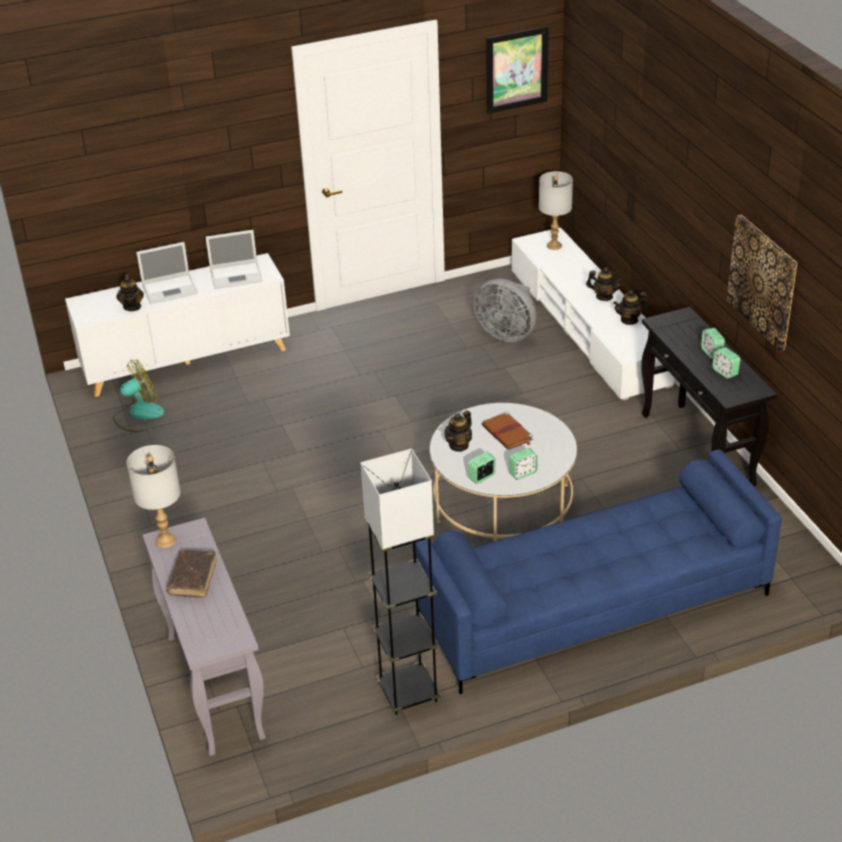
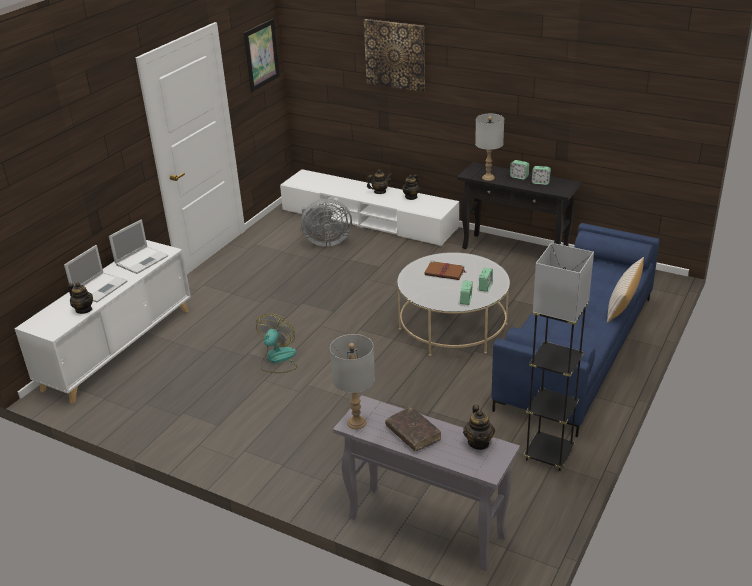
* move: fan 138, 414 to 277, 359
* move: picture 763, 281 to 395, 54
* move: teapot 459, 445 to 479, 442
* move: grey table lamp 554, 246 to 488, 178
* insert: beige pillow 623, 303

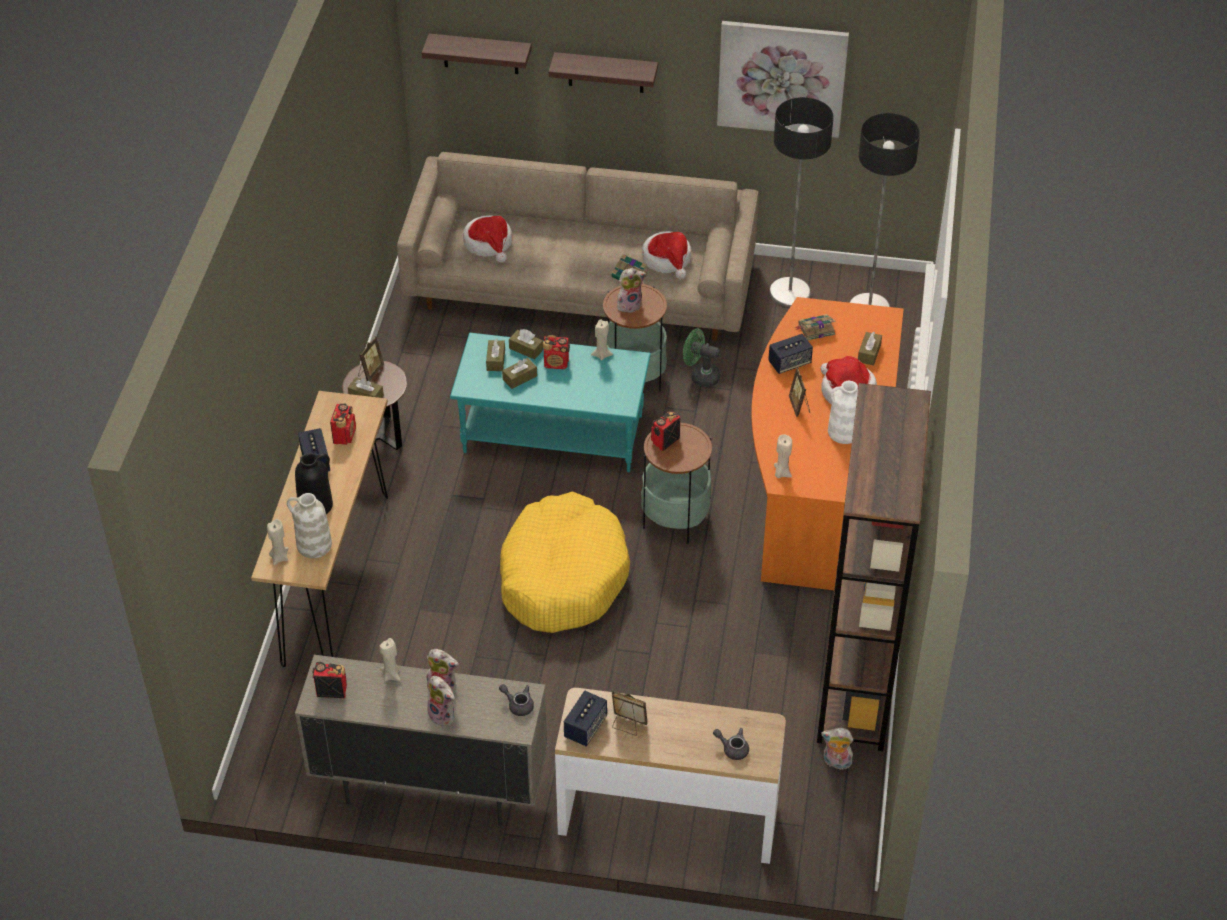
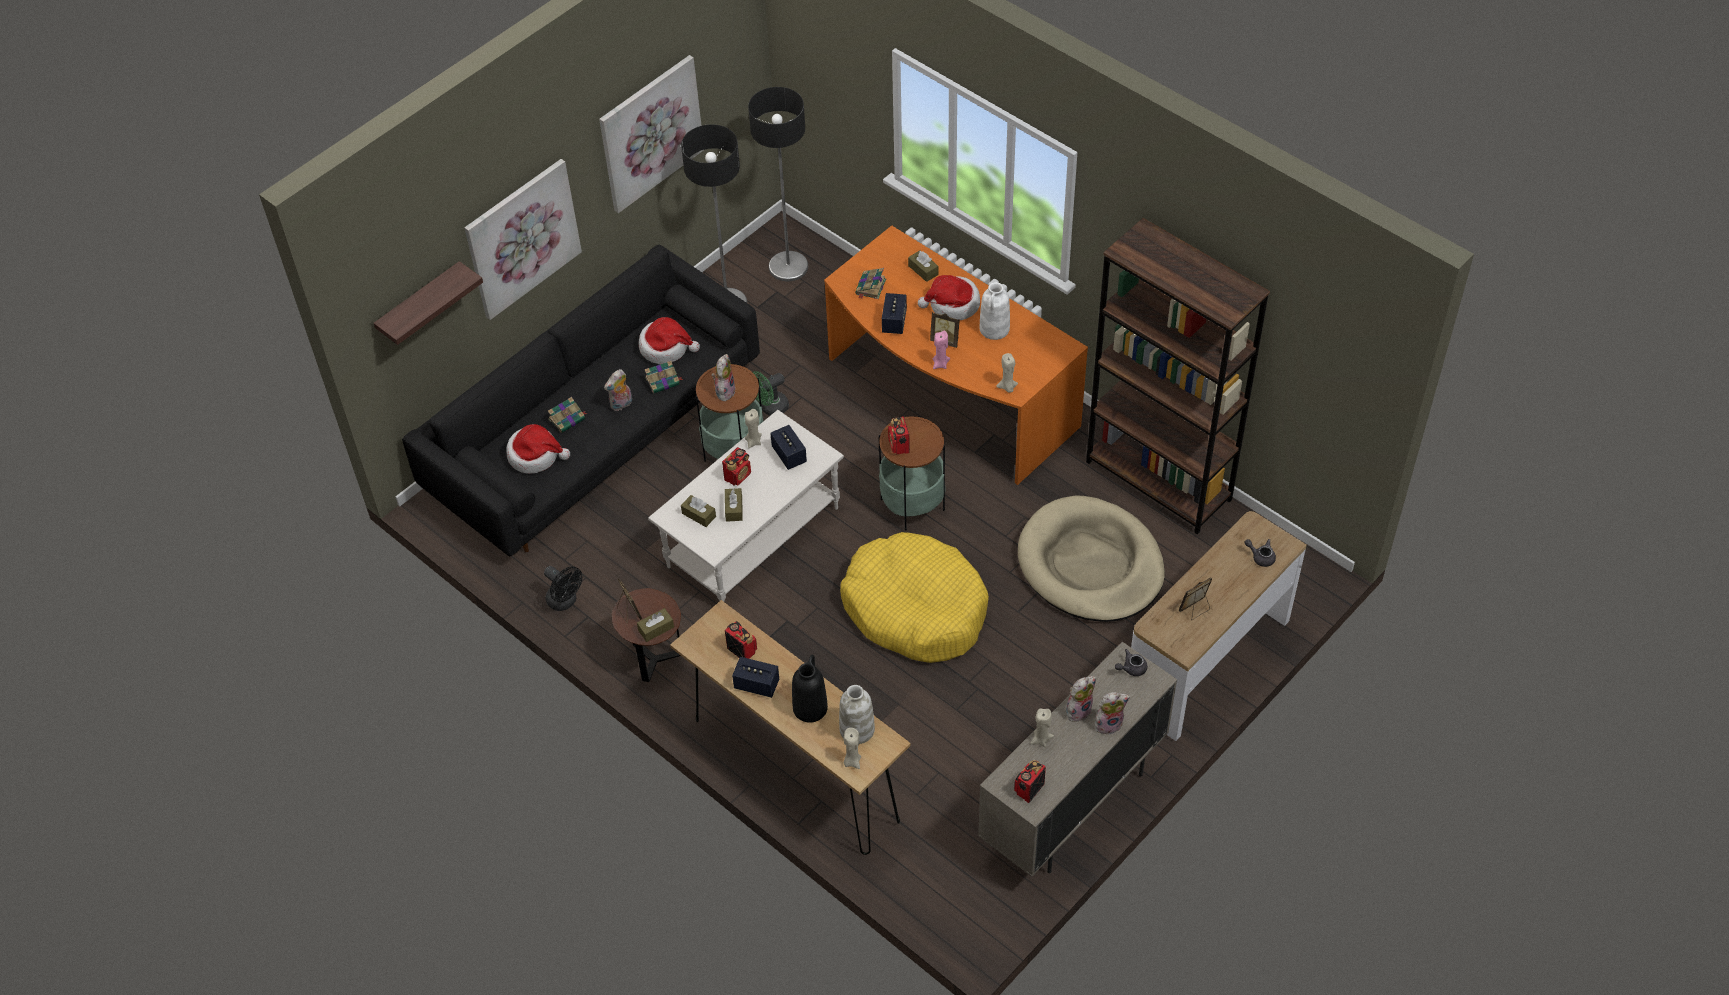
* recolor: beige sofa 580, 285 to black sofa 595, 432
* replace: shelf 606, 72 to picture 522, 238
* insert: black fan 565, 602
* insert: book 567, 419
* move: plush toy 836, 763 to 621, 405
* recolor: turquoise coffee table 554, 433 to white coffee table 752, 536
* move: speaker 585, 727 to 789, 455
* insert: pink candle 940, 364
* insert: beige dog bed 1090, 564
* rotate: grey teapot 732, 748 = 1260, 556 60 degrees clockwise
* delete: brown tissue box 526, 349

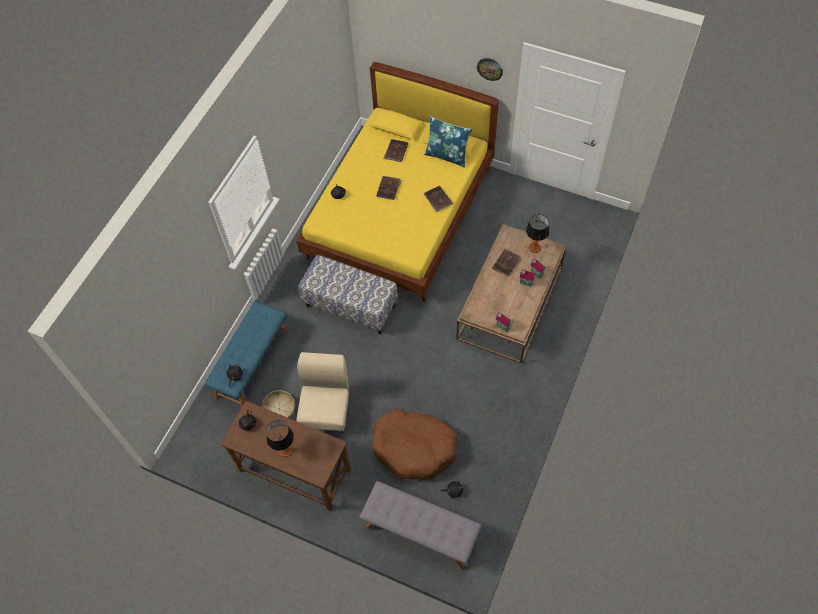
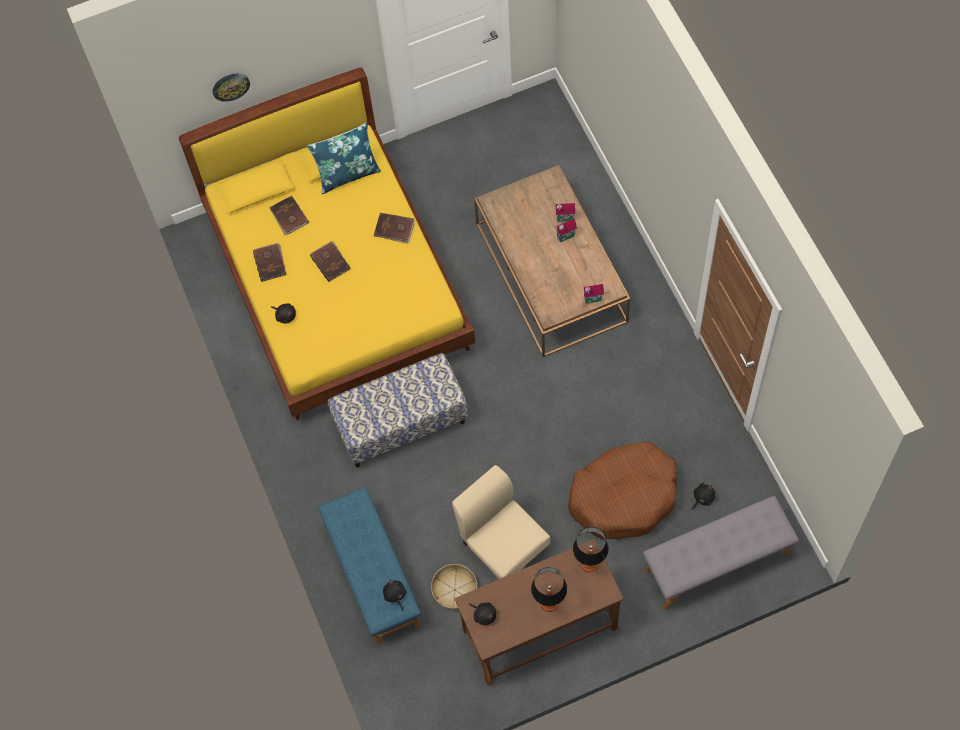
* move: wall clock 490, 68 to 230, 86
* move: brown book 507, 263 to 270, 263
* move: table lamp 534, 248 to 589, 563

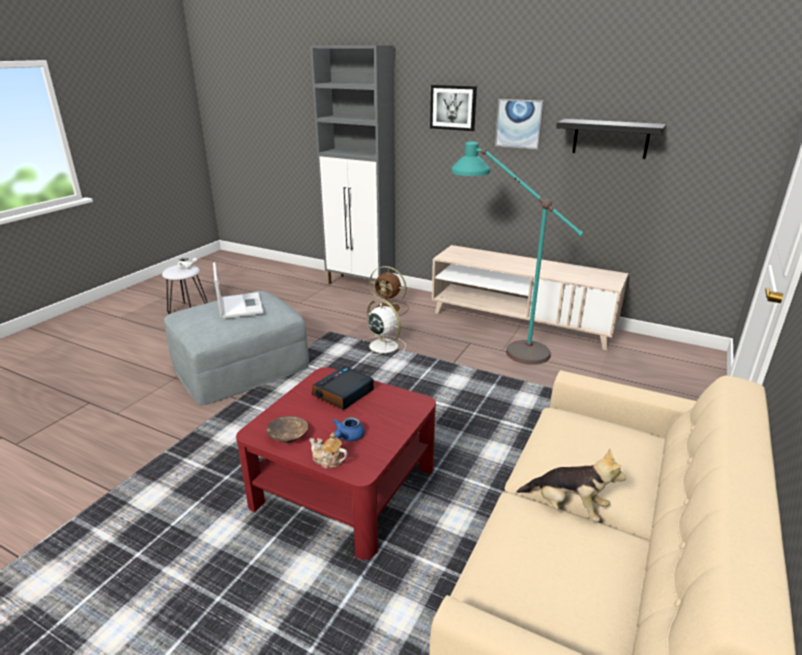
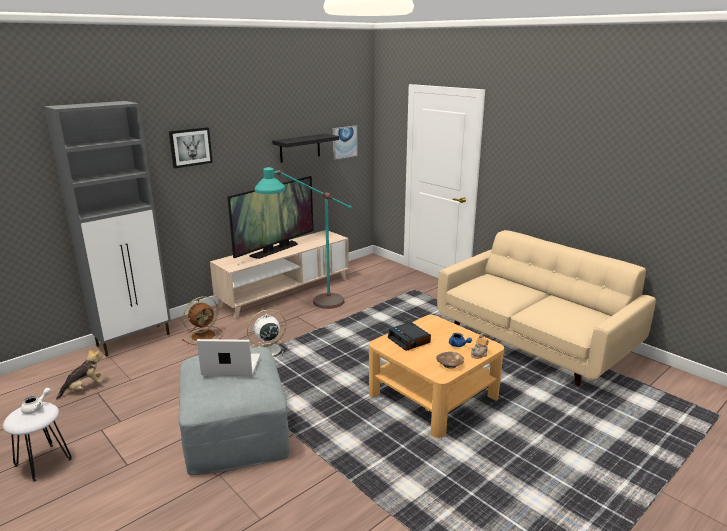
* move: plush toy 567, 507 to 84, 388
* insert: television 275, 250
* move: picture 519, 124 to 344, 142
* recolor: red coffee table 344, 487 to beige coffee table 434, 395

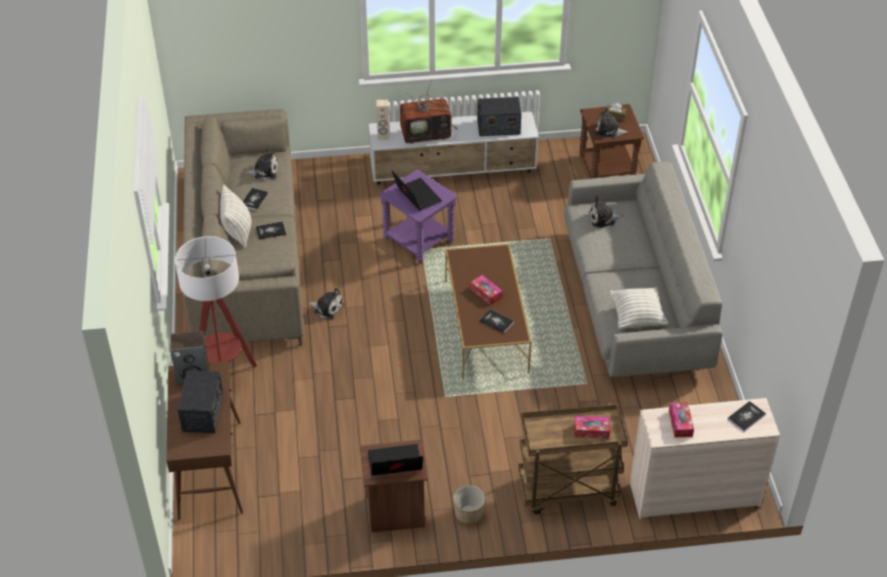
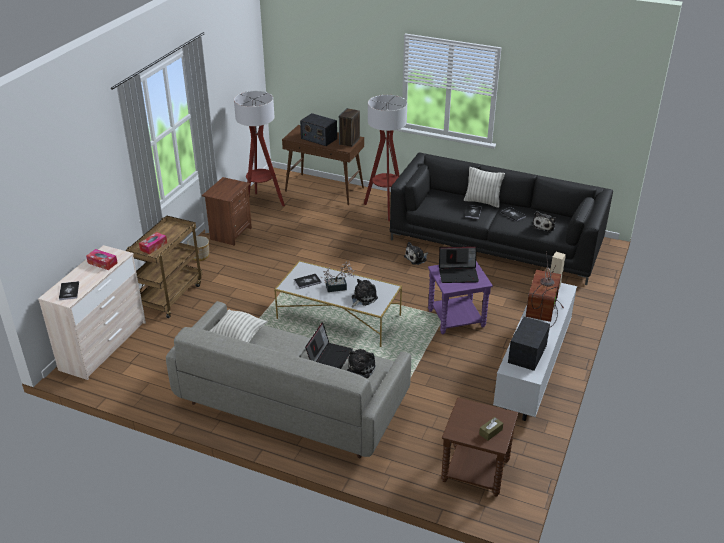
* insert: floor lamp 261, 204
* recolor: brown coffee table 486, 326 to white coffee table 338, 317
* move: laptop 394, 464 to 329, 358
* replace: tissue box 486, 293 to potted plant 339, 287
* move: plush toy 609, 130 to 363, 298
* recolor: beige sofa 246, 256 to black sofa 495, 242

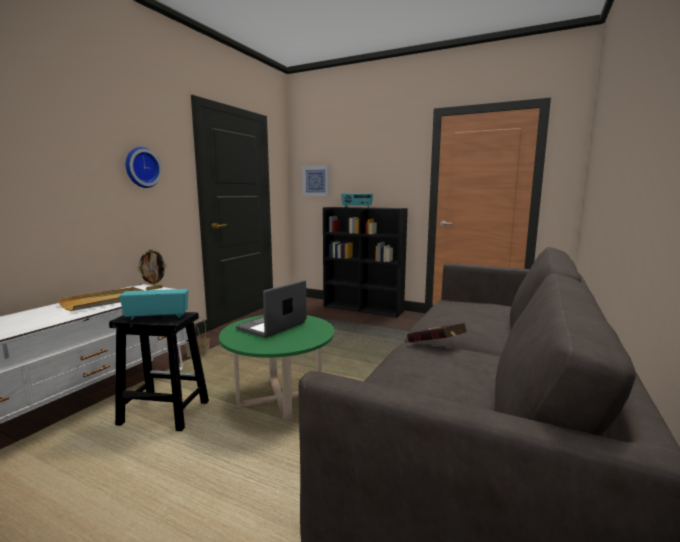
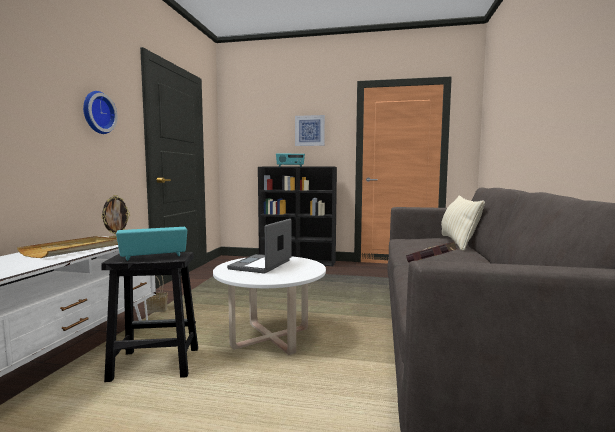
* recolor: green coffee table 280, 399 to white coffee table 270, 338
* move: picture 316, 180 to 309, 130
* insert: beige pillow 458, 242

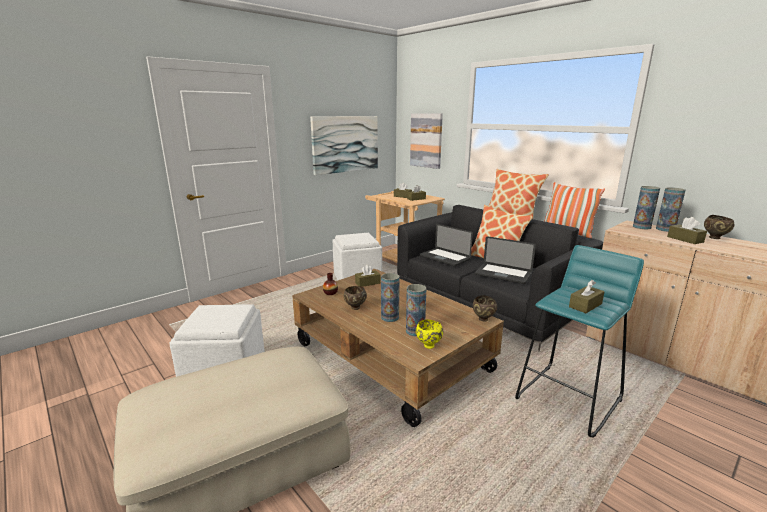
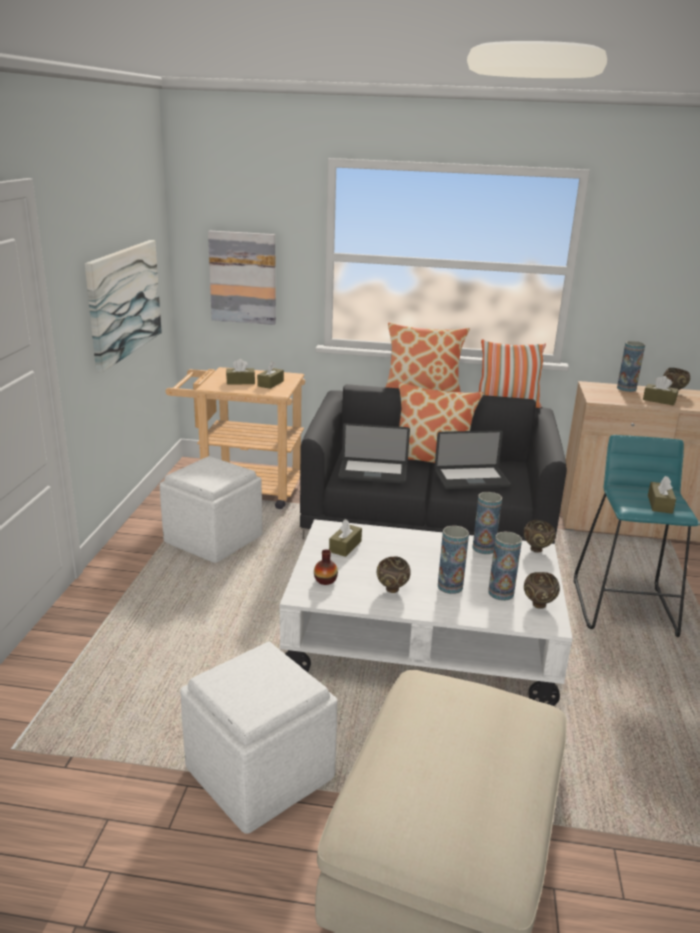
* recolor: brown coffee table 391, 357 to white coffee table 422, 639
* move: vase 641, 227 to 483, 548
* recolor: yellow bowl 428, 346 to brown bowl 538, 605

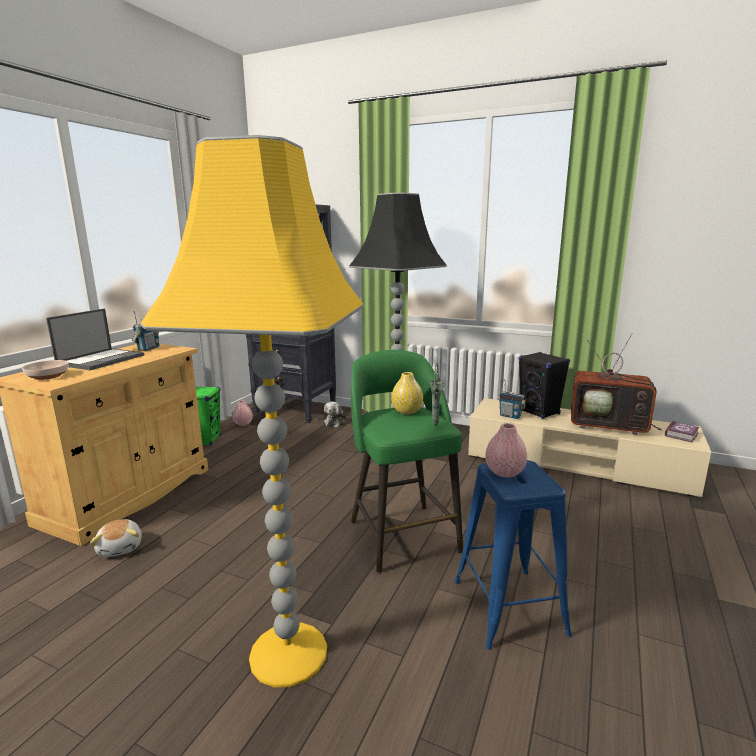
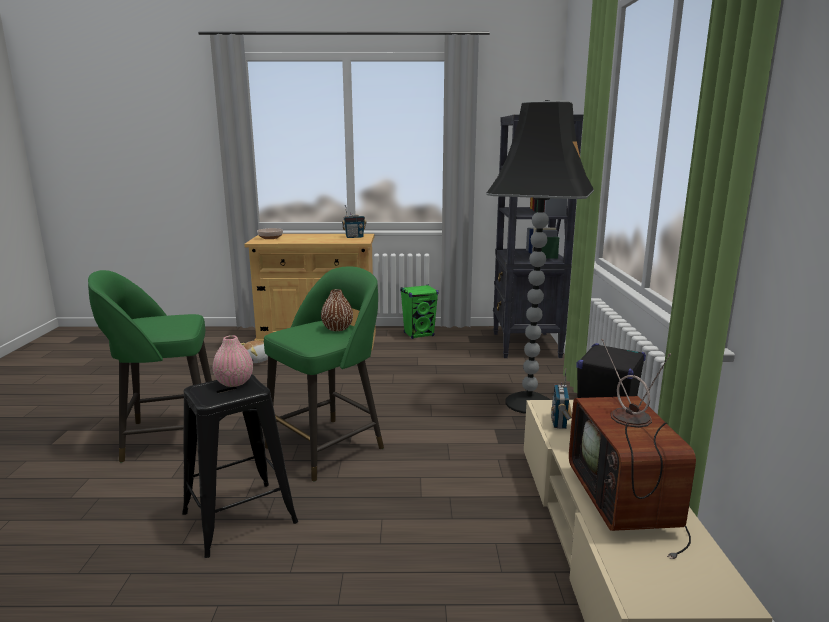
* replace: yellow floor lamp 286, 654 to green stool 168, 436
* recolor: blue stool 508, 606 to black stool 240, 517
* recolor: yellow vase 407, 411 to brown vase 337, 328
* delete: laptop 102, 359
* delete: pink vase 243, 424
* delete: plush toy 335, 422
* delete: green vase 435, 425
* delete: book 682, 434

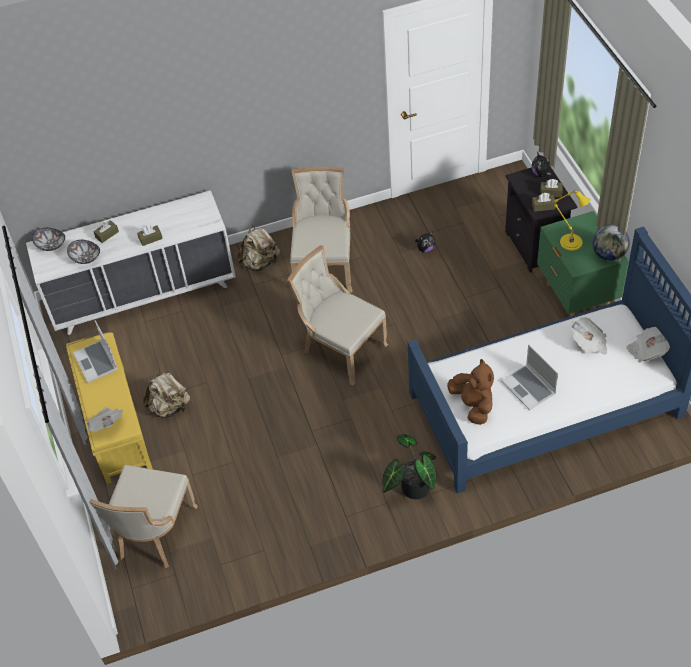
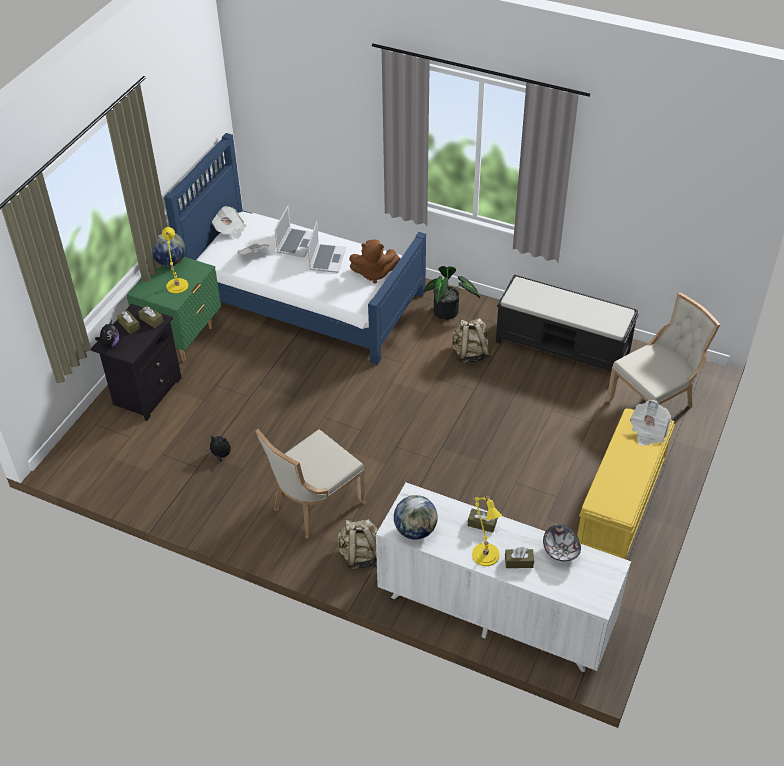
* move: laptop 97, 362 to 296, 243
* rotate: brown plush toy 473, 405 = 374, 274 105 degrees counterclockwise
* insert: globe 415, 530
* move: beige backpack 169, 407 to 470, 354
* insert: yellow table lamp 484, 552
* insert: black bench 563, 347
* delete: bowl 51, 245
* delete: beige chair 341, 349

